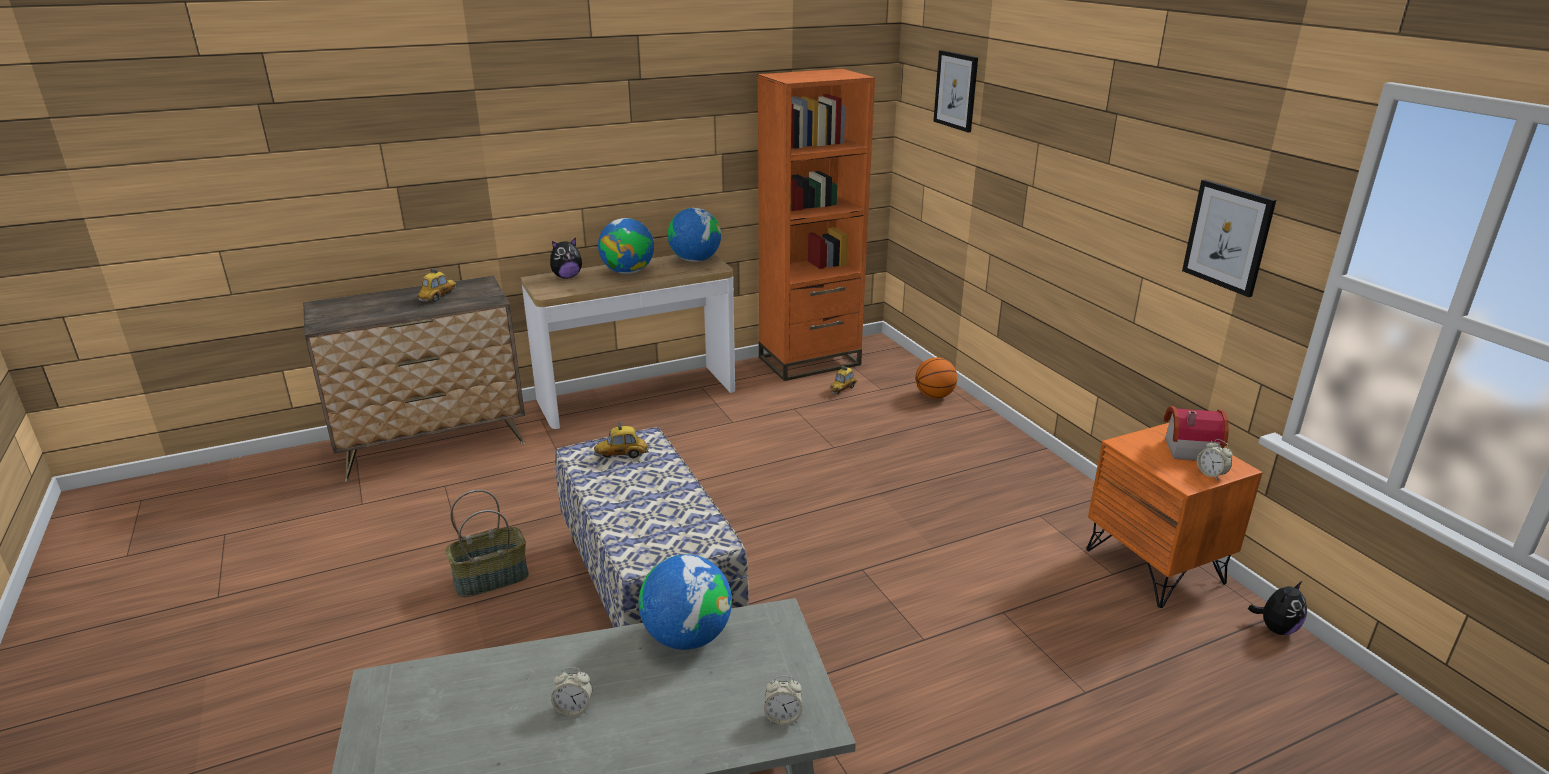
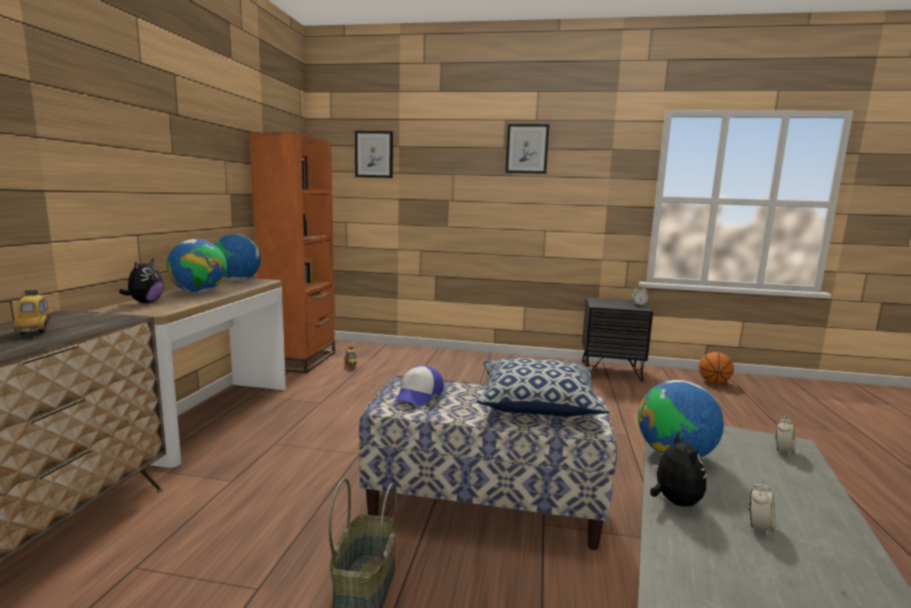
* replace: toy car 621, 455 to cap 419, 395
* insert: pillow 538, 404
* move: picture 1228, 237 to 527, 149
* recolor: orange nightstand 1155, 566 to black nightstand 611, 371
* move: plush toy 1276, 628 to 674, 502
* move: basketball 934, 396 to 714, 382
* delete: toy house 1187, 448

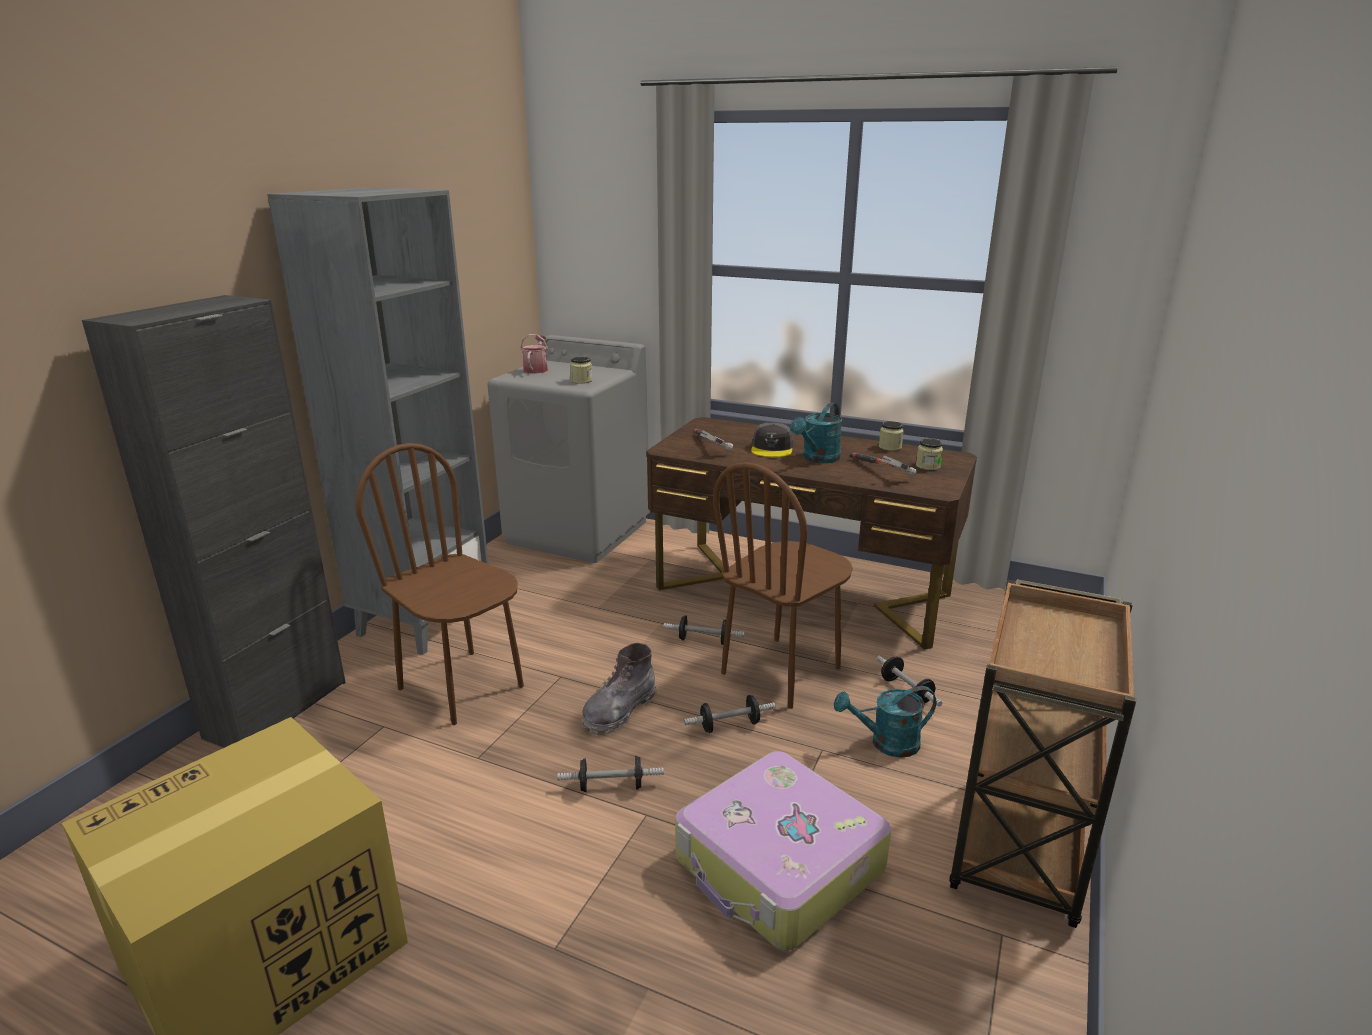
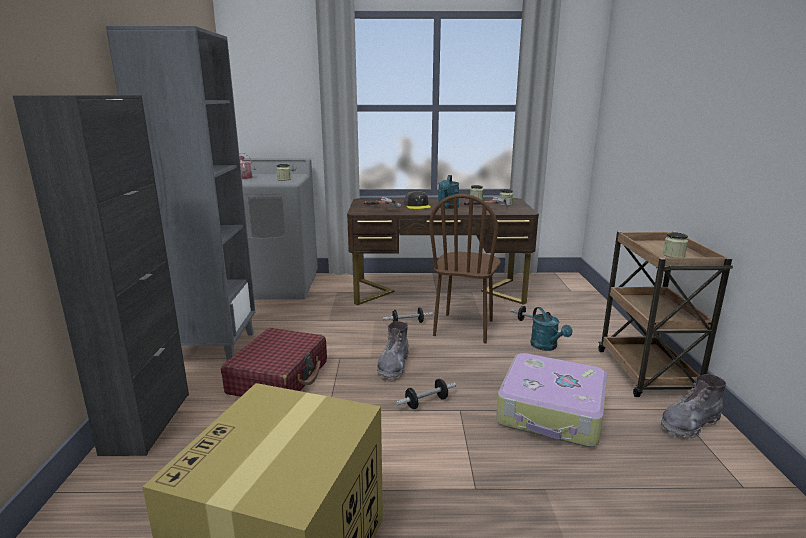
* replace: brown chair 462, 687 to red suitcase 279, 377
* rotate: turquoise watering can 886, 743 = 547, 347 75 degrees counterclockwise
* insert: grey boot 689, 424
* insert: jar 673, 255
* delete: dumbbell 729, 725

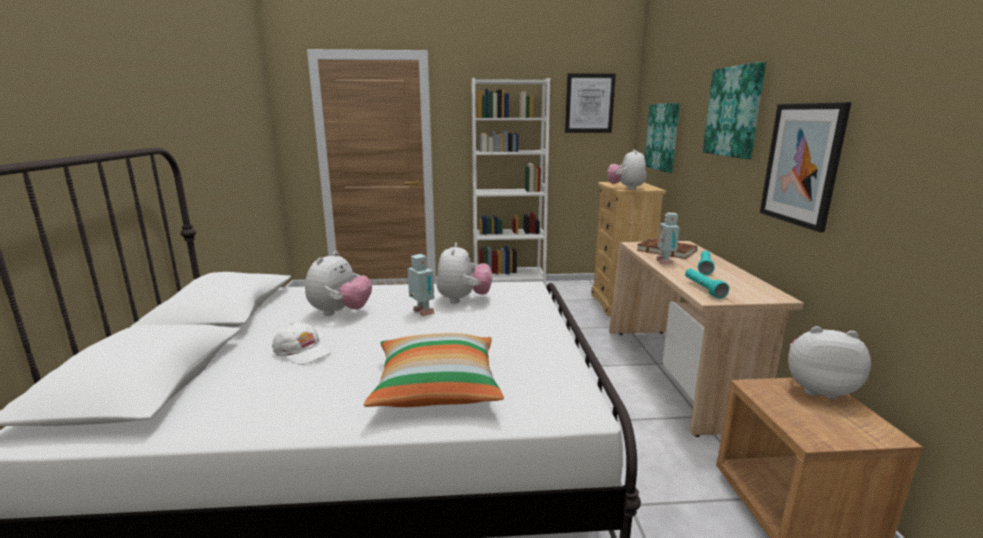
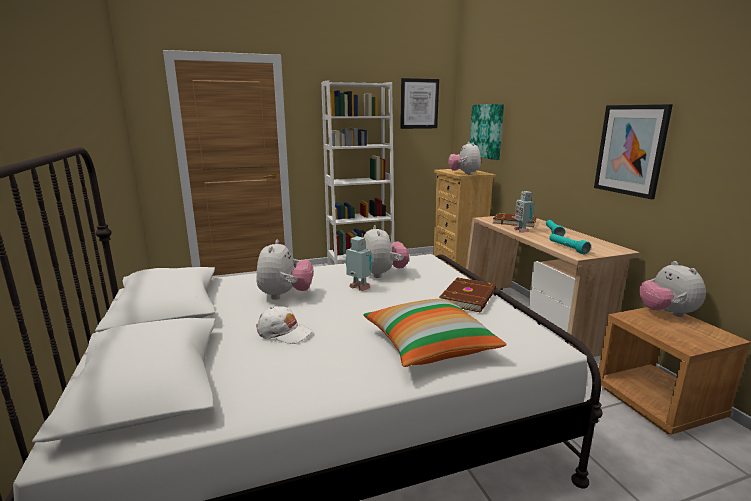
* insert: brown book 469, 297
* rotate: plush toy 817, 389 = 666, 313 105 degrees counterclockwise
* delete: picture 734, 112

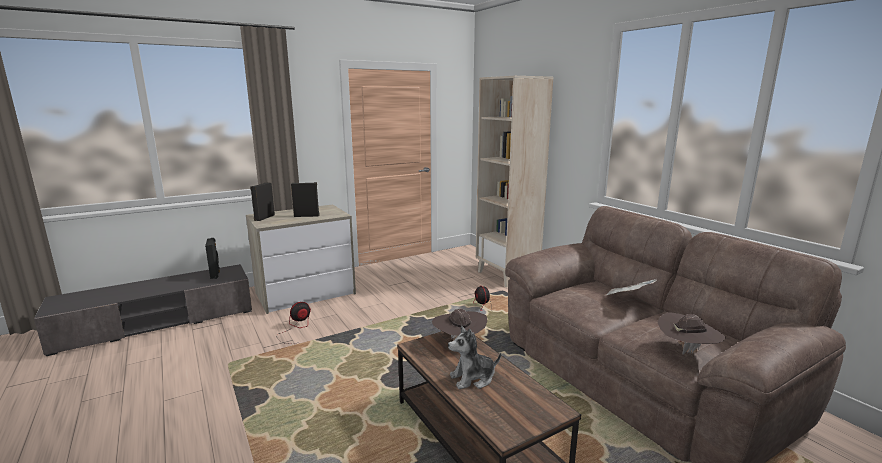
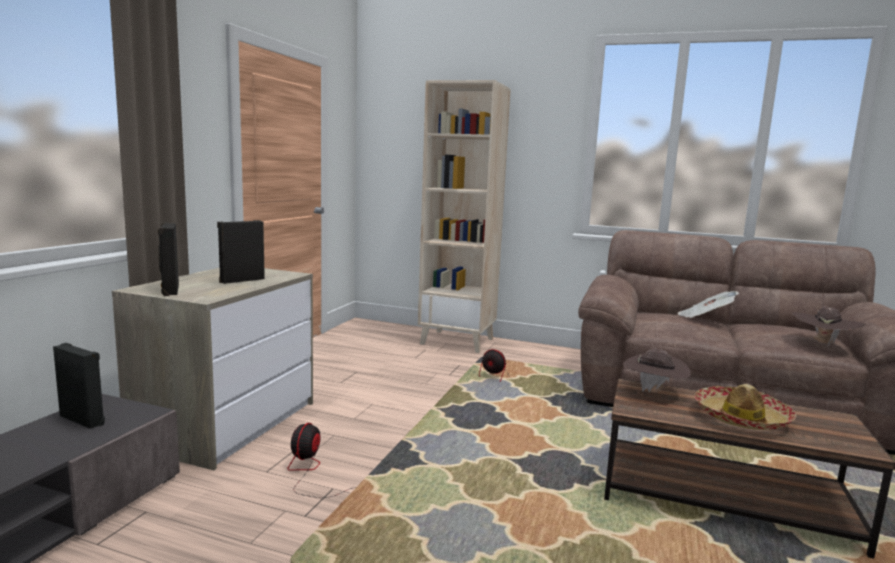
* replace: plush toy 473, 378 to hat 741, 418

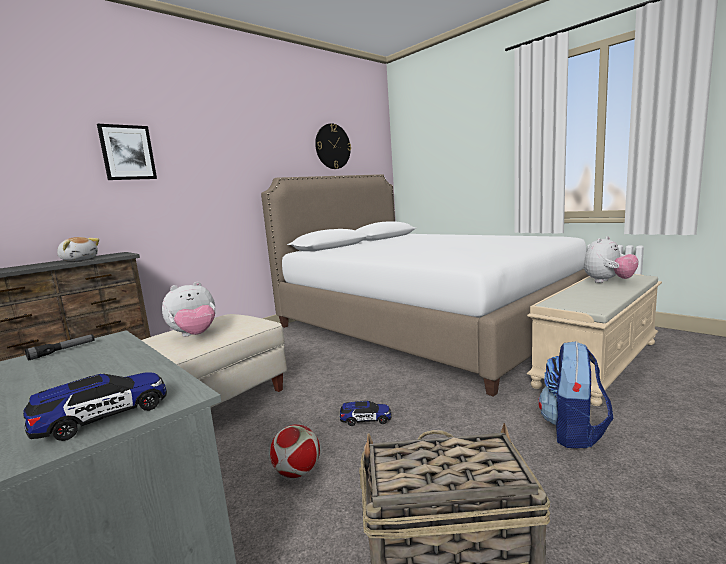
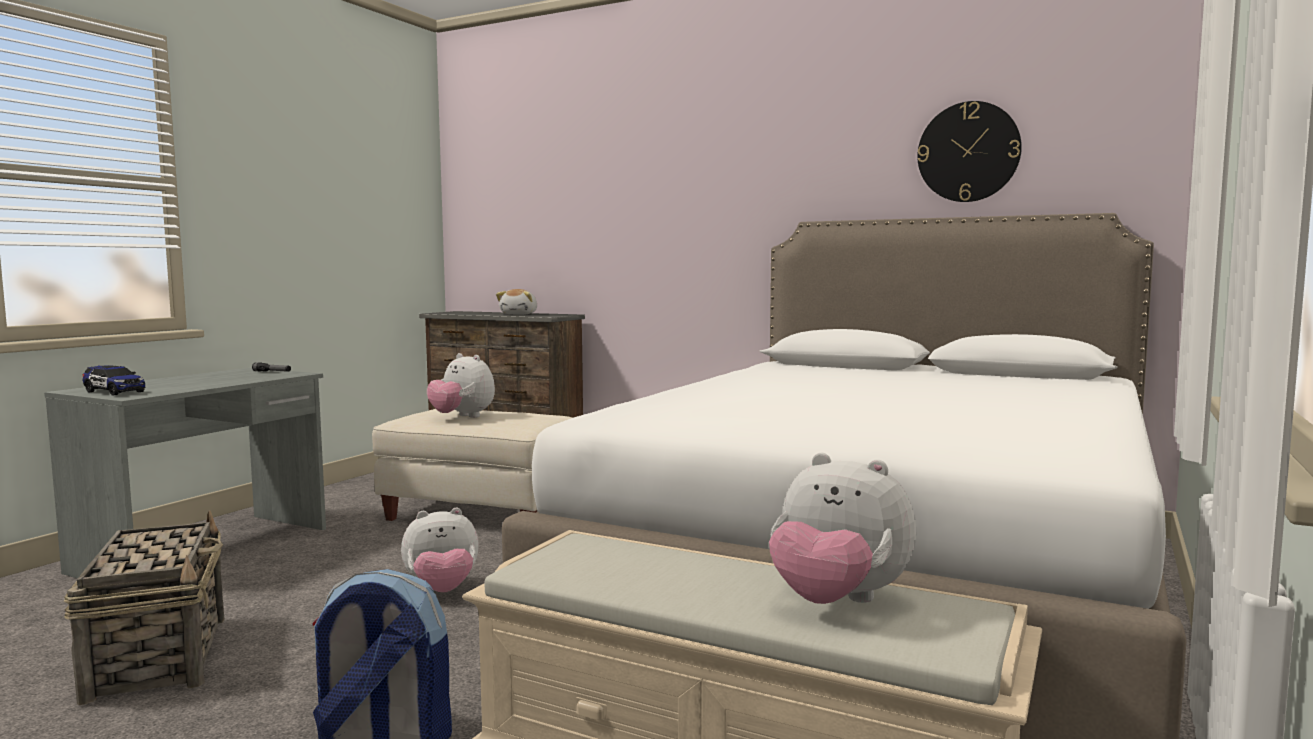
* replace: toy car 366, 420 to plush toy 442, 590
* delete: picture 127, 152
* delete: football 297, 472

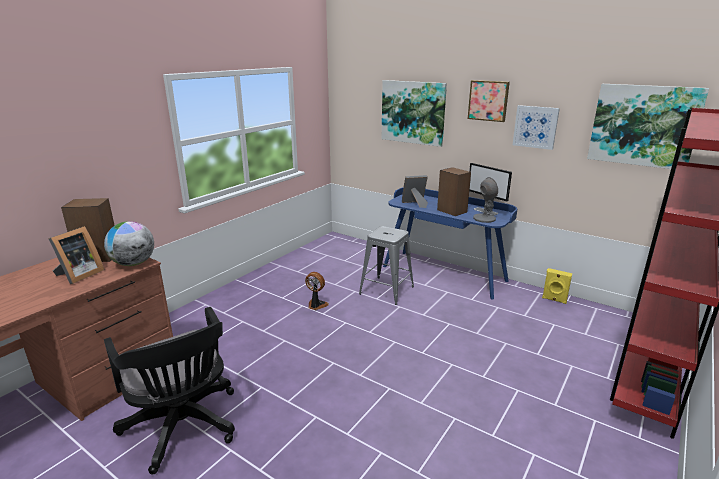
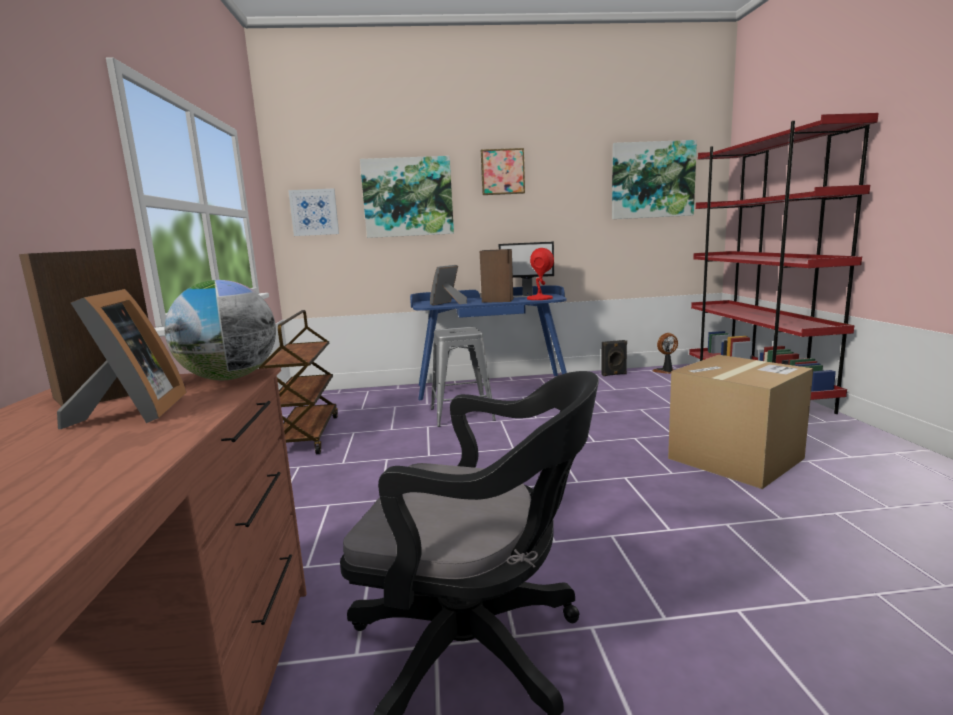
* insert: brown cart 306, 435
* move: picture 535, 127 to 314, 212
* recolor: grey table lamp 484, 218 to red table lamp 539, 298
* recolor: yellow speaker 554, 300 to black speaker 614, 374
* move: fan 316, 305 to 665, 371
* insert: cardboard box 735, 458

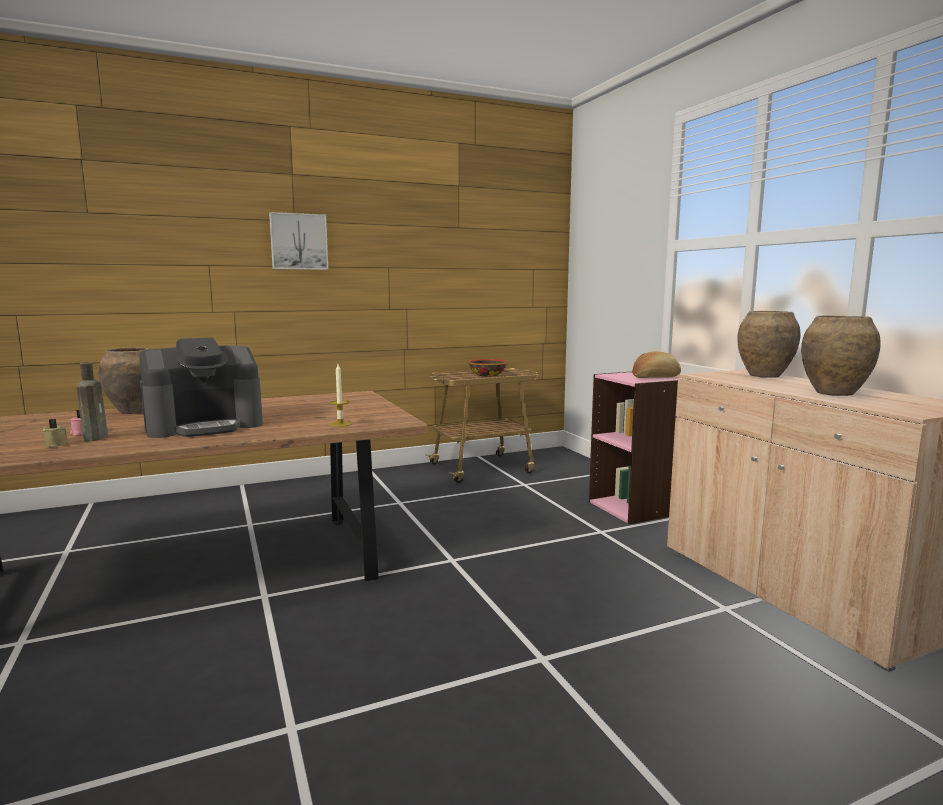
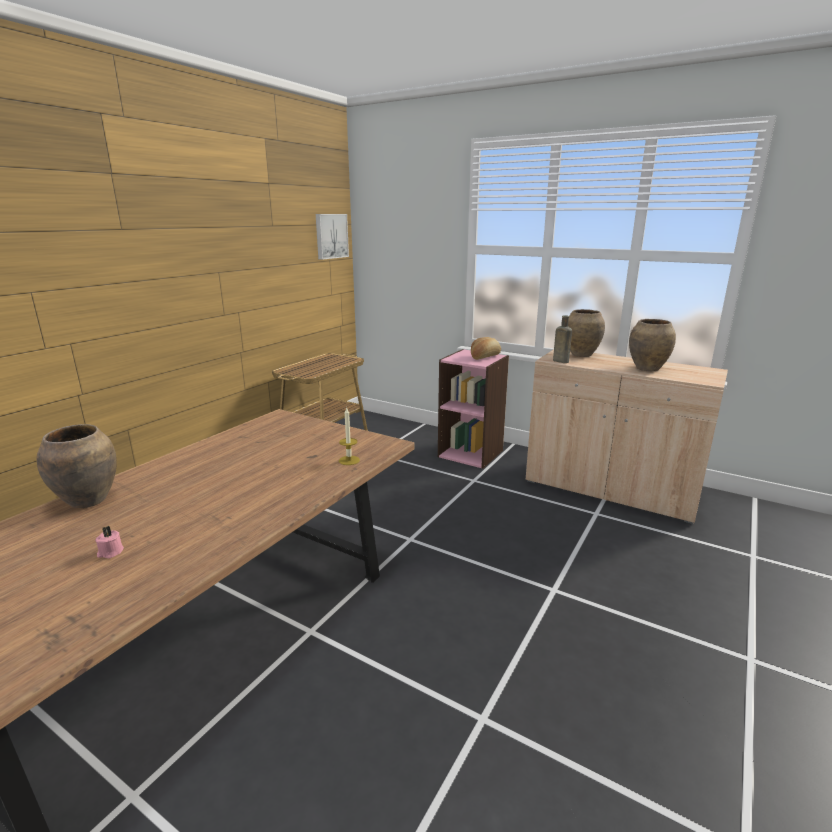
* move: picture 298, 242 to 330, 236
* move: brown bottle 96, 437 to 559, 361
* delete: beige candle 57, 445
* delete: coffee machine 205, 425
* delete: bowl 487, 375

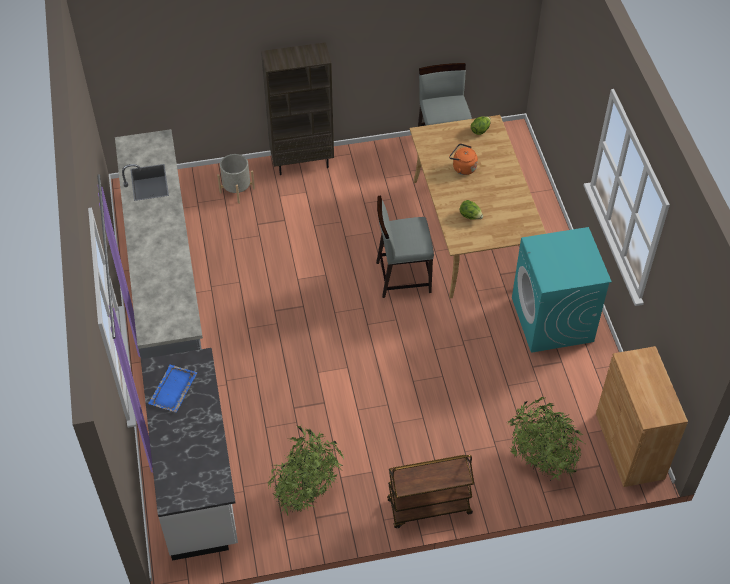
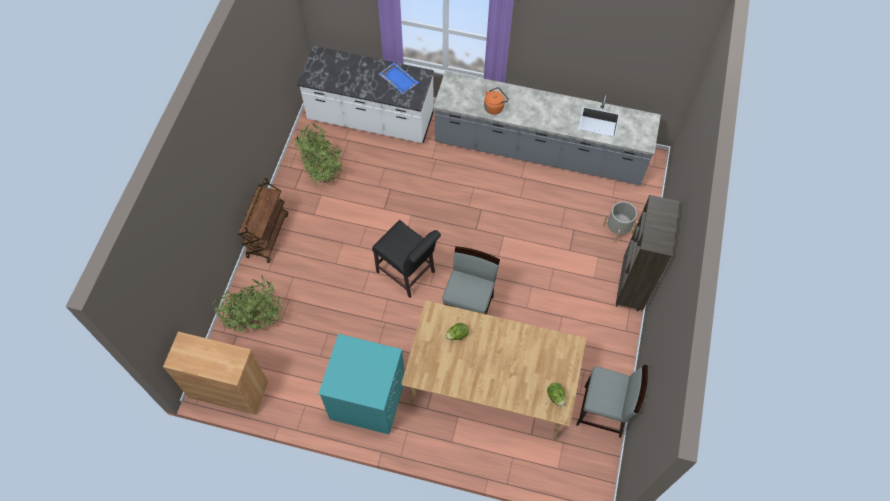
* insert: black chair 408, 274
* move: orange kettle 462, 168 to 494, 107

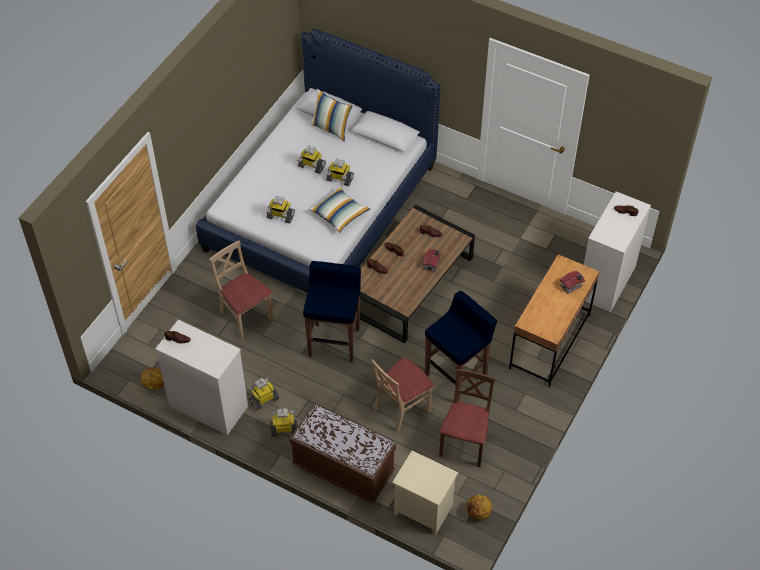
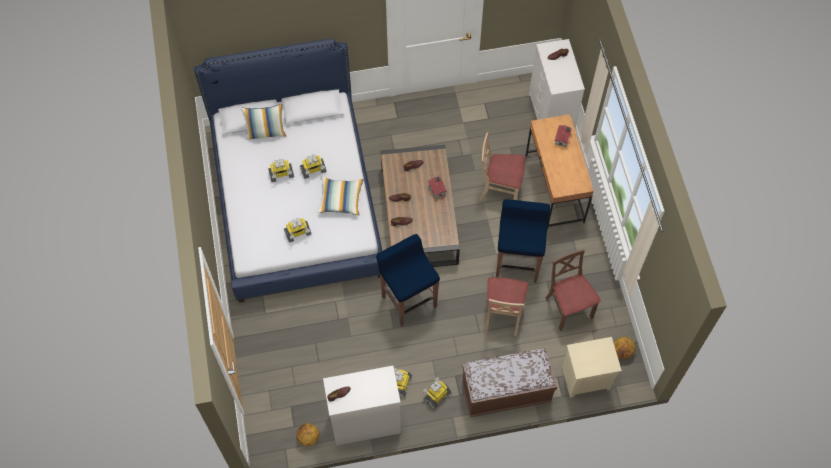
* move: beige chair 245, 316 to 500, 189

